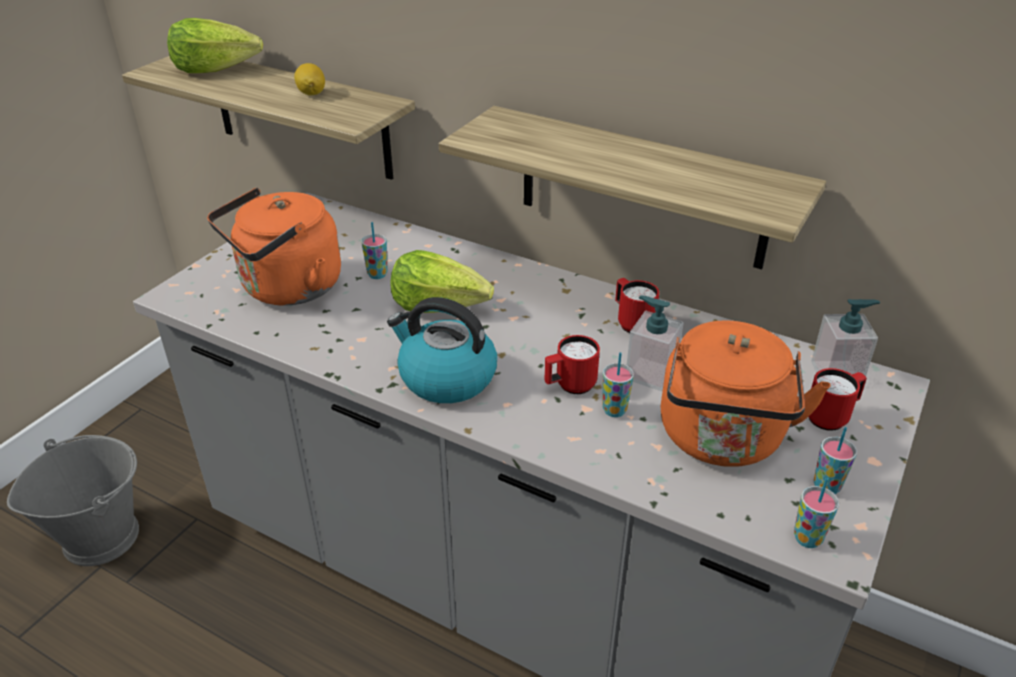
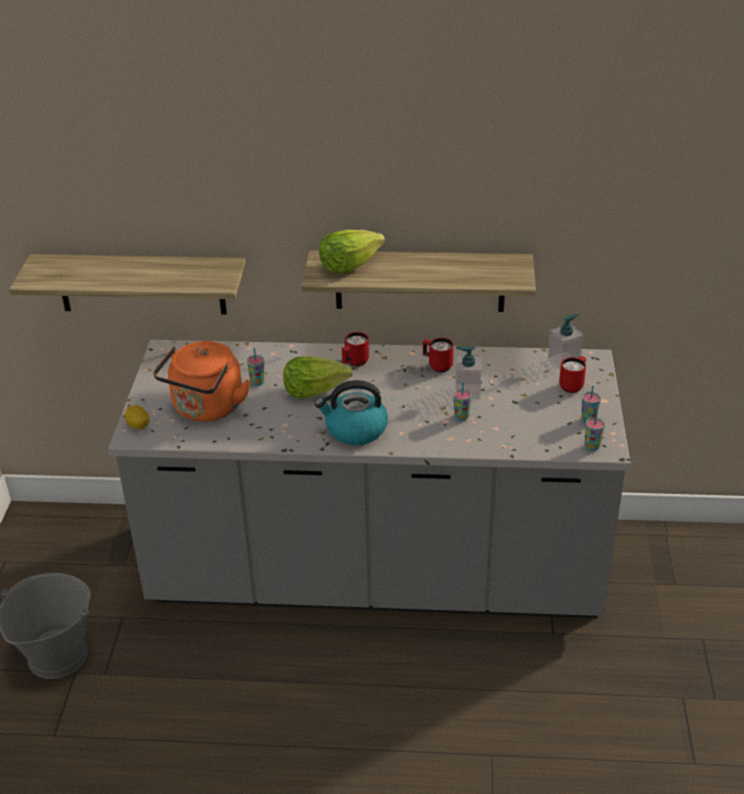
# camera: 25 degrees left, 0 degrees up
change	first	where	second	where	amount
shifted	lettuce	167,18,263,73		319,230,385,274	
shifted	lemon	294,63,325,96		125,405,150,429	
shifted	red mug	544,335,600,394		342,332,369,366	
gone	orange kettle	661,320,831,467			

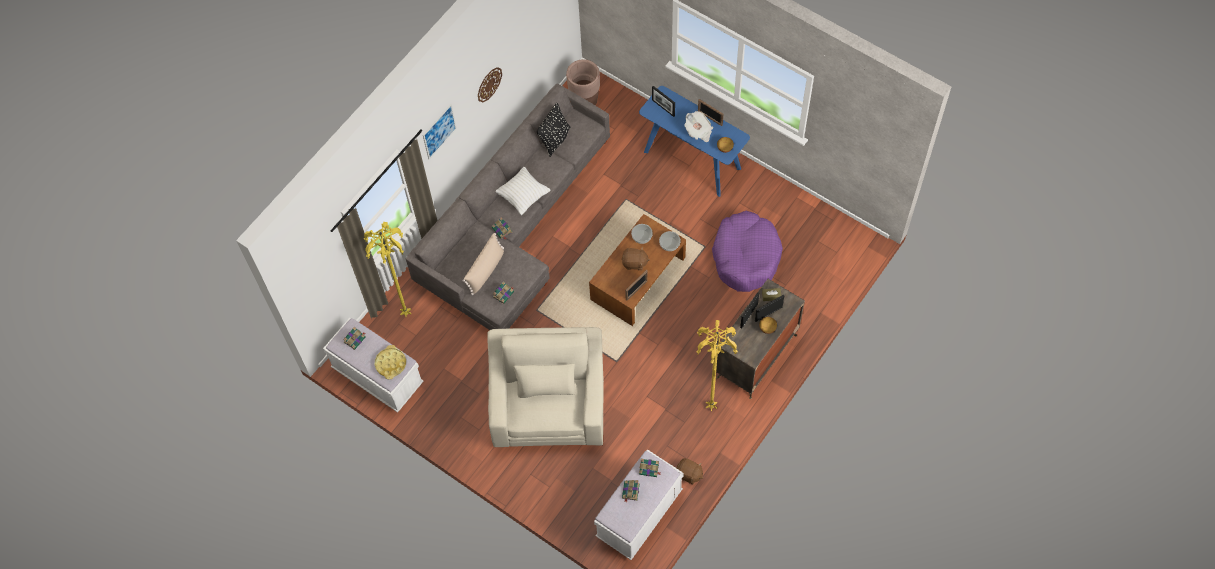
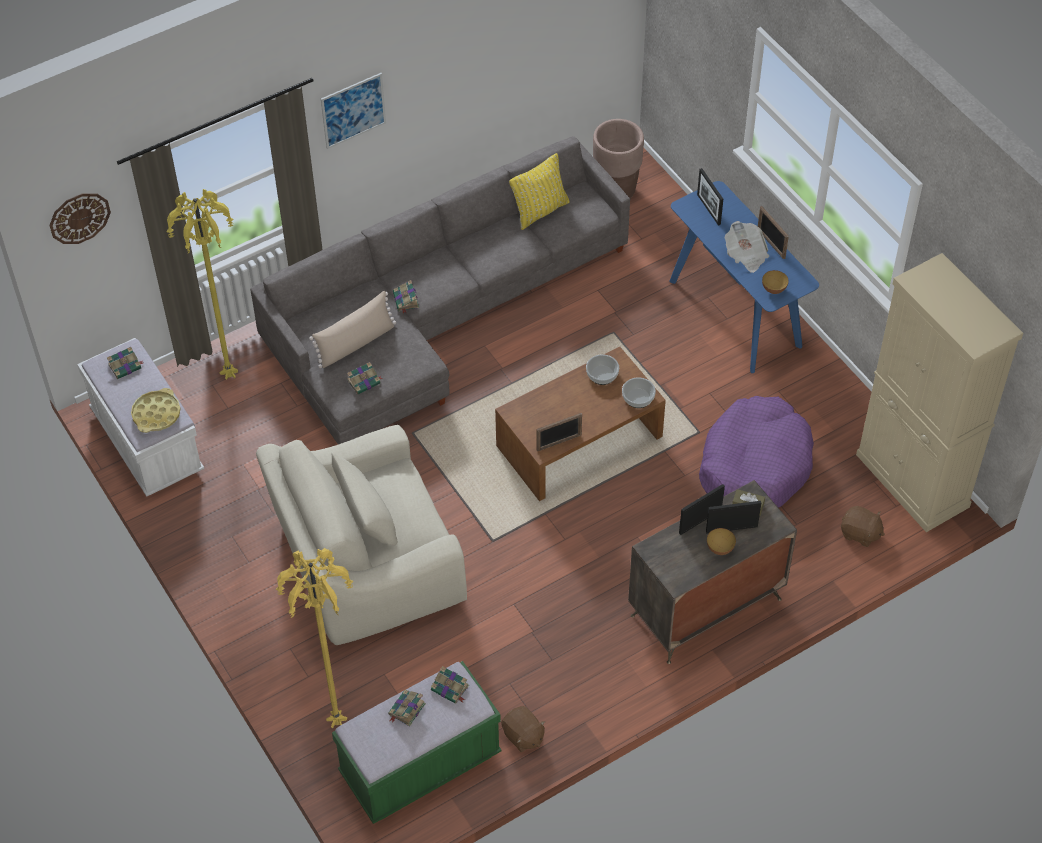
# camera: 20 degrees right, 10 degrees down
change	first	where	second	where	amount
shifted	wall clock	478,67,502,102		49,193,111,244	
rotated	beige armchair	487,327,604,447		256,425,467,645	135 degrees counterclockwise
gone	white pillow	496,167,551,215			
repainted	black pillow	537,103,570,157	yellow pillow	509,153,570,230	
repainted	white bench	594,449,684,560	green bench	332,661,502,824	
shifted	brown plush toy	621,247,650,270		841,506,885,547	
shifted	yellow floor lamp	696,320,738,411		276,548,353,728	
new			beige cabinet	856,253,1023,532	

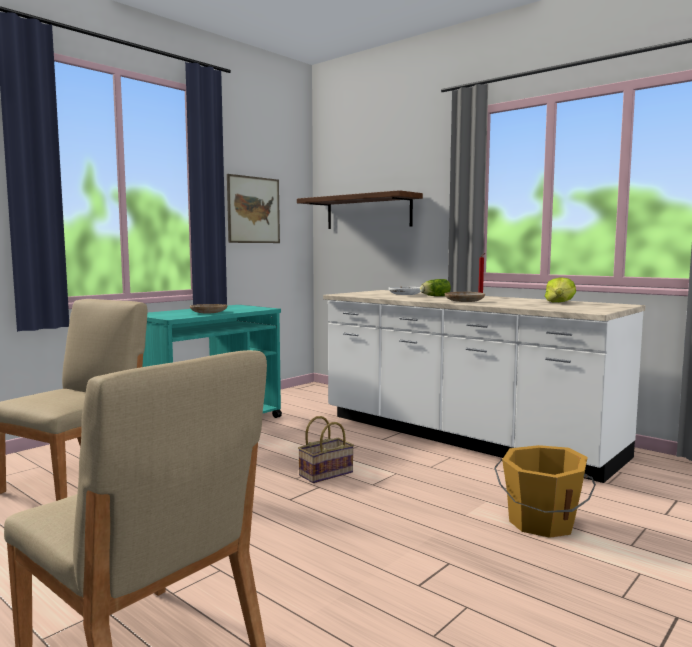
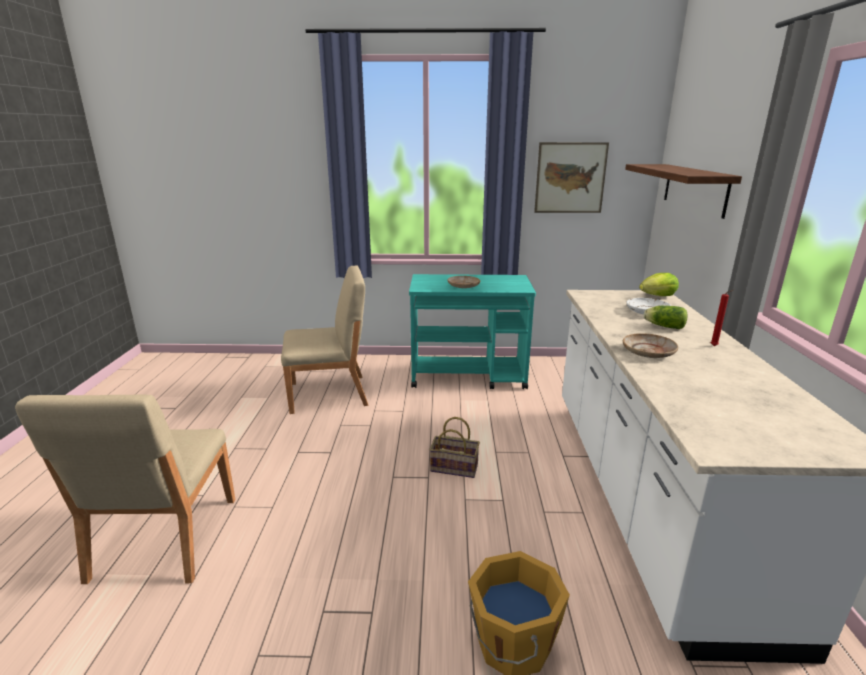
# camera: 50 degrees right, 15 degrees up
change	first	where	second	where	amount
shifted	lettuce	545,277,576,302		639,273,679,296	

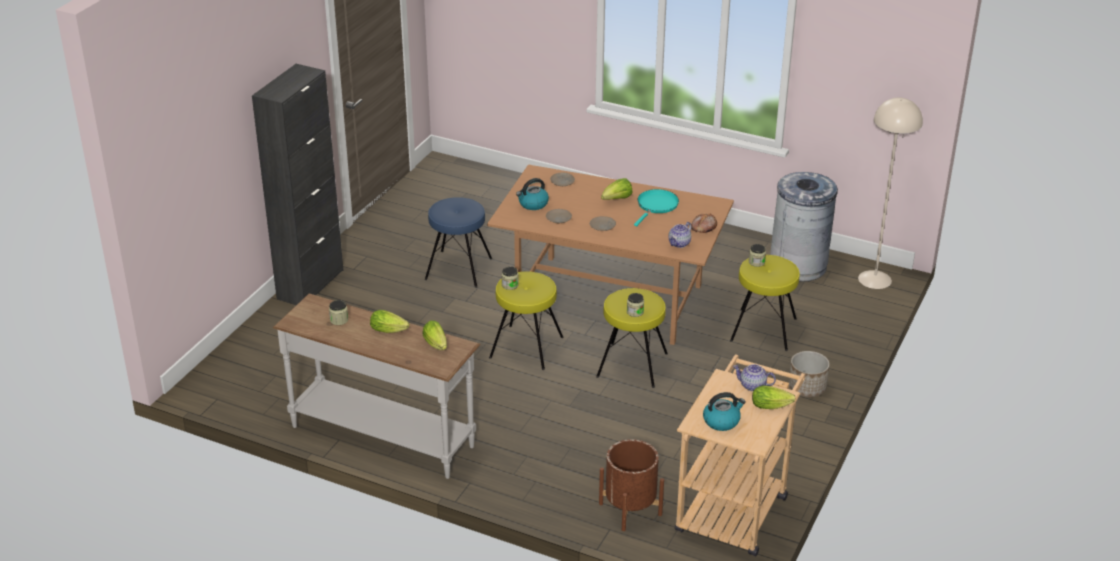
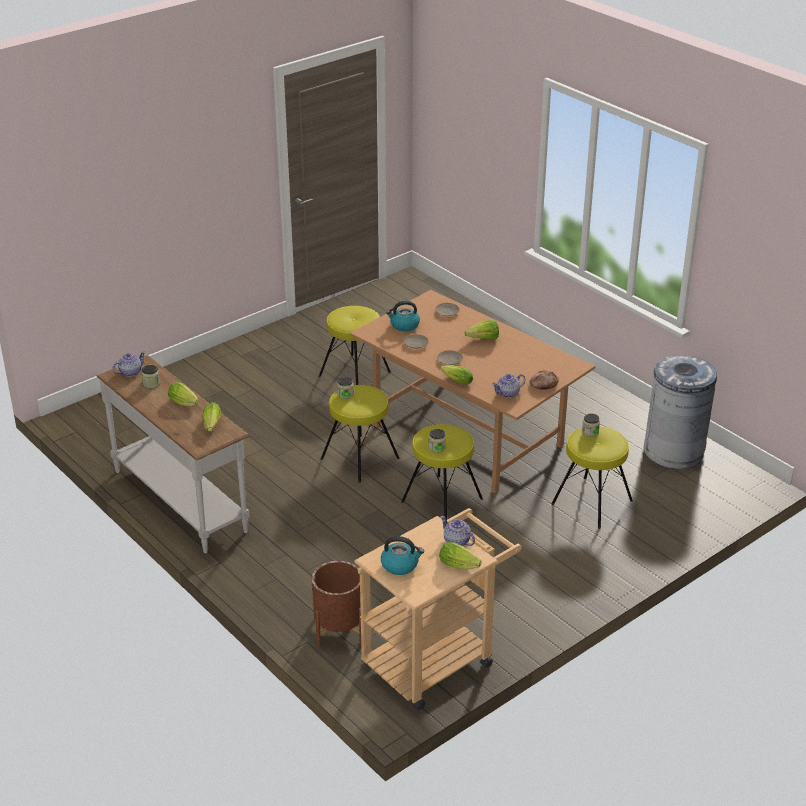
# camera: 25 degrees right, 0 degrees up
change	first	where	second	where	amount
gone	black cabinet	252,64,343,305			
repainted	blue stool	425,197,492,288	yellow stool	319,306,391,385	
gone	turquoise frying pan	634,189,679,226			
gone	planter	789,351,830,397			
gone	beige floor lamp	858,97,923,289			
new			teapot	113,351,146,377	
new			lettuce	440,366,473,385	

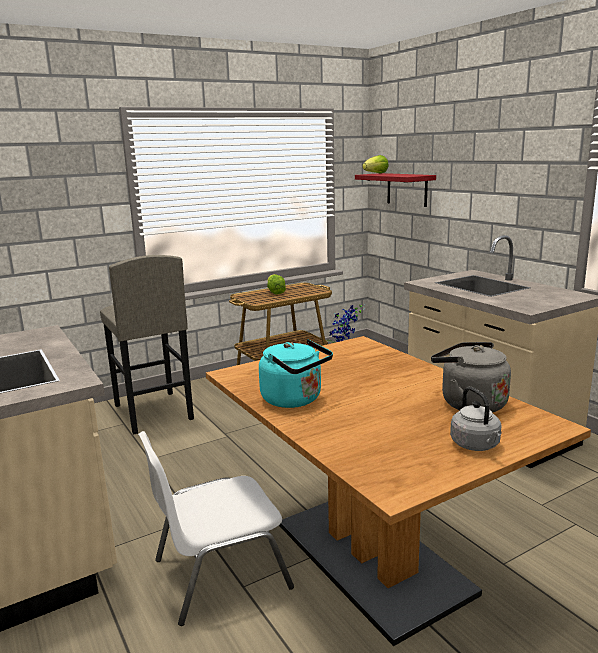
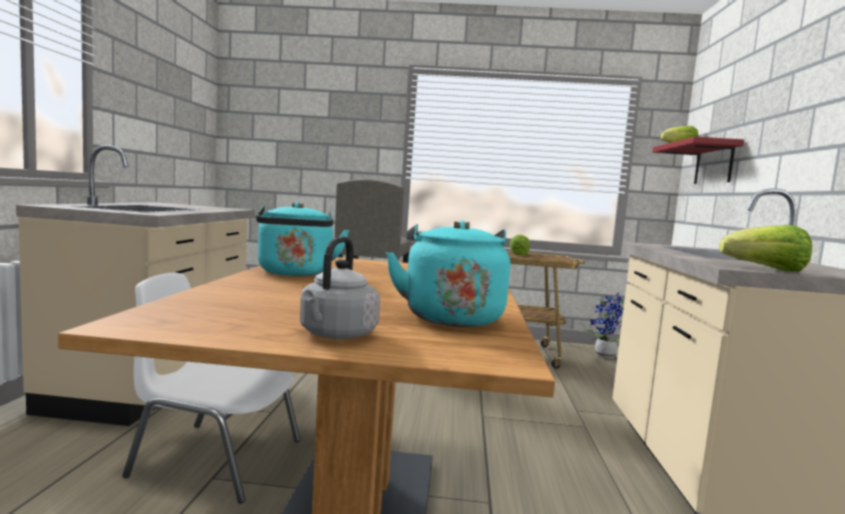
# camera: 35 degrees right, 10 degrees down
change	first	where	second	where	amount
repainted	grey kettle	431,342,511,413	turquoise kettle	386,220,510,327	
new			lettuce	720,225,812,271	

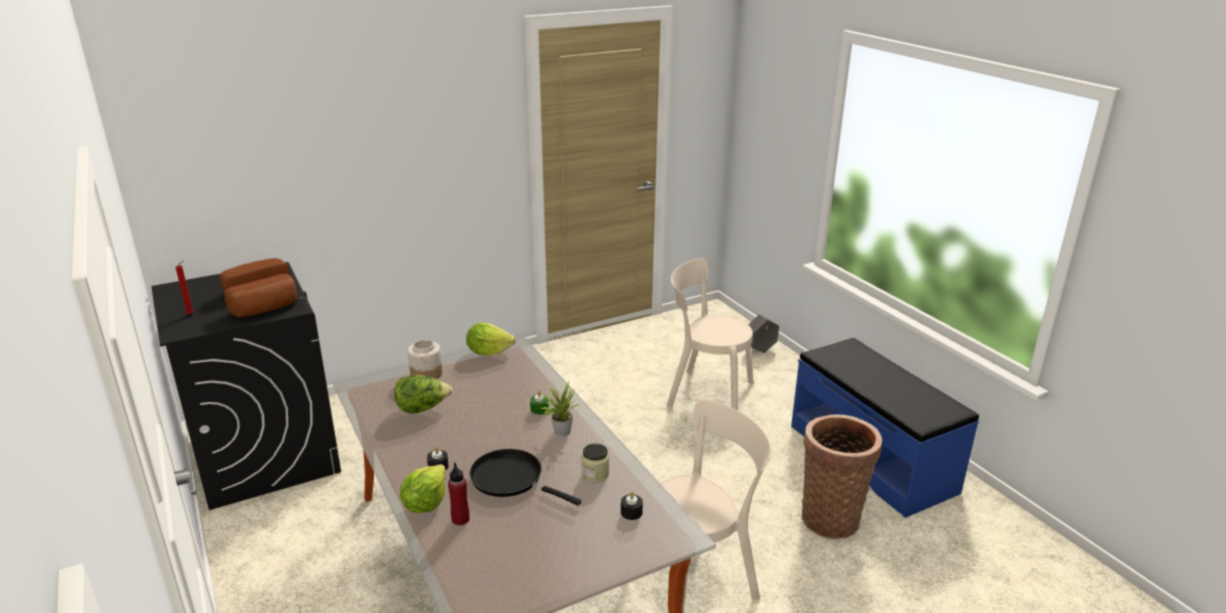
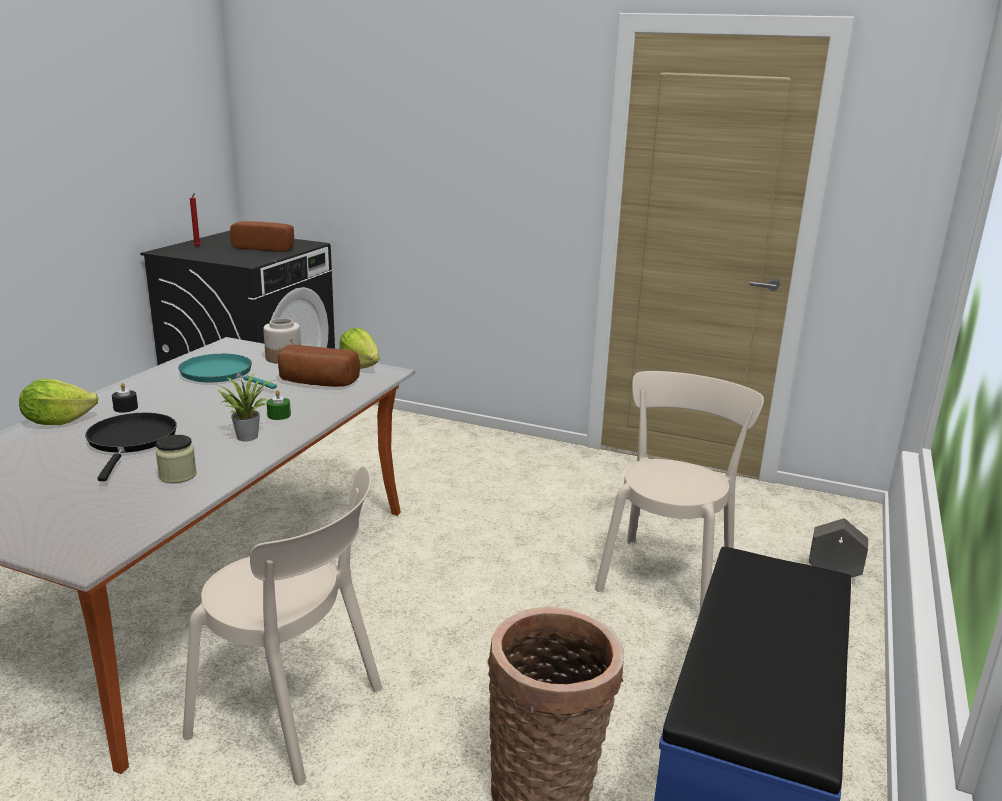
# camera: 50 degrees right, 5 degrees down
change	first	where	second	where	amount
shifted	bread	224,274,297,318		278,344,360,387	
swapped	lettuce	394,375,453,414	turquoise frying pan	179,354,277,389	
gone	red bottle	448,463,470,525			
gone	black candle	621,492,643,520			
rotated	beige chair	666,258,753,410		595,371,764,611	45 degrees clockwise

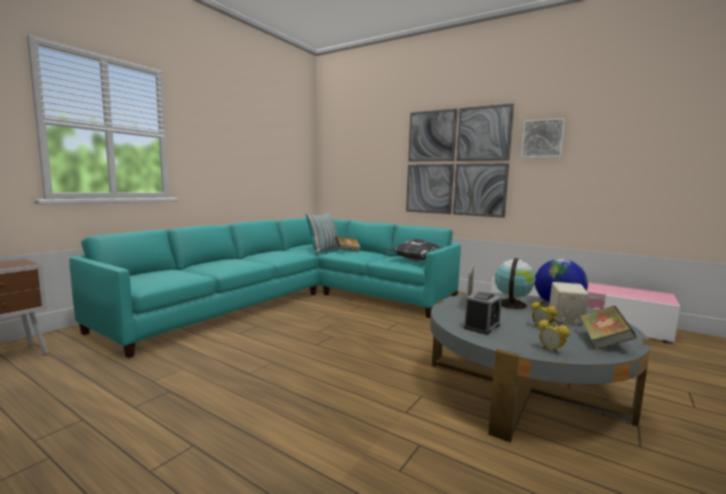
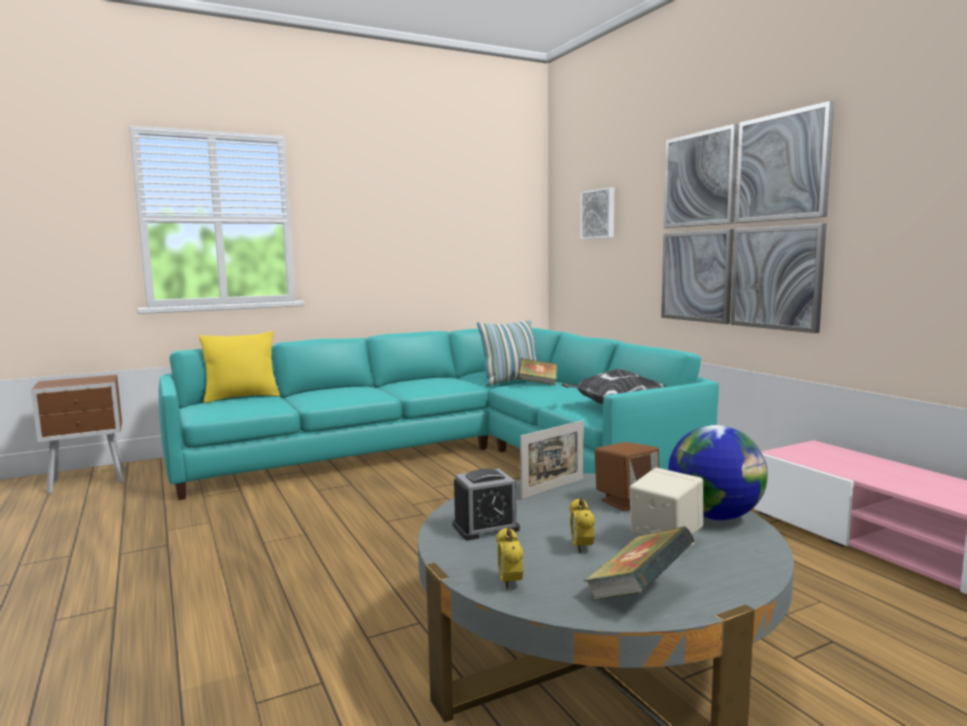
# camera: 30 degrees right, 0 degrees up
change	first	where	second	where	amount
swapped	globe	495,258,536,309	brown speaker	595,442,659,511	
shifted	picture	521,118,565,158		580,187,614,239	
new			yellow pillow	199,331,280,403	

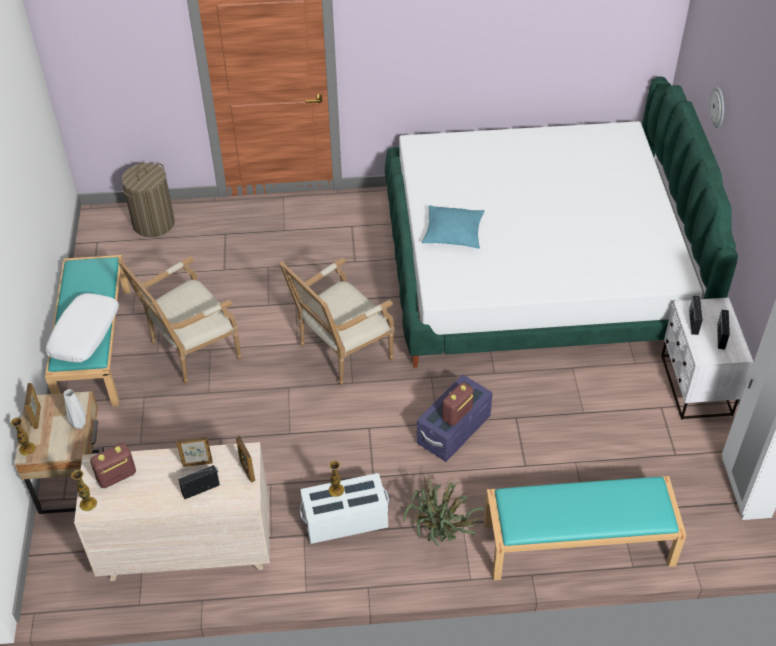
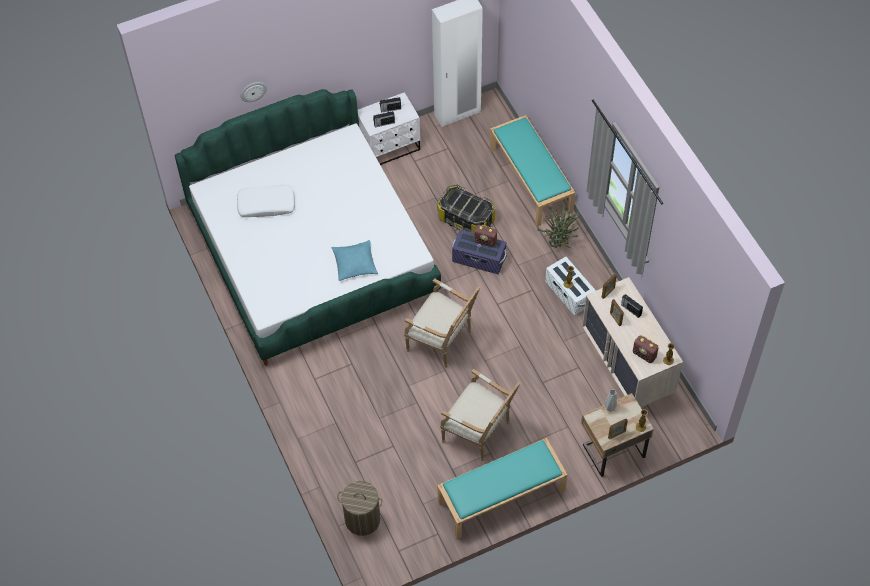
# camera: 110 degrees left, 10 degrees up
change	first	where	second	where	amount
shifted	white pillow	46,293,119,363		237,185,295,217	
new			storage box	437,184,495,233	

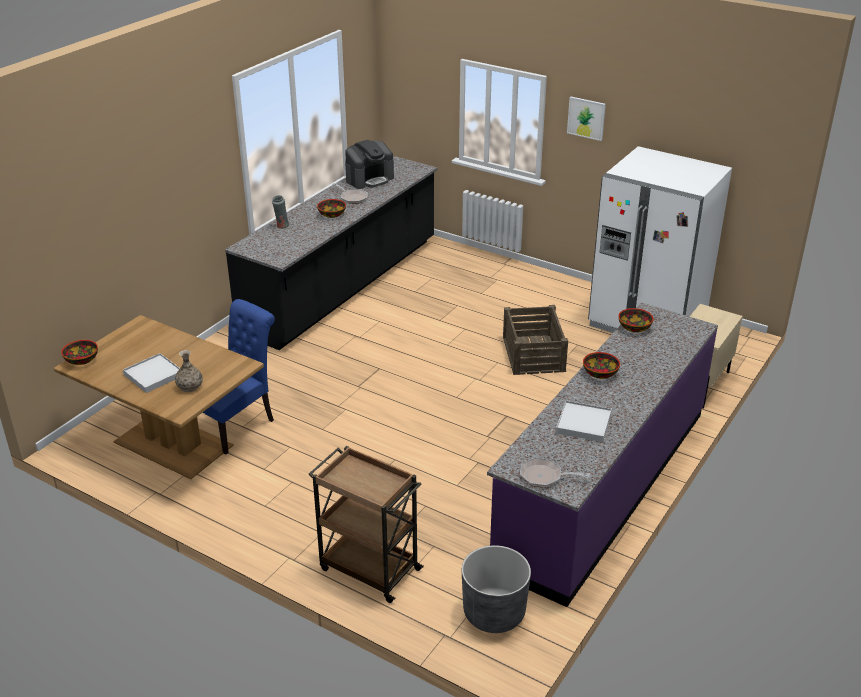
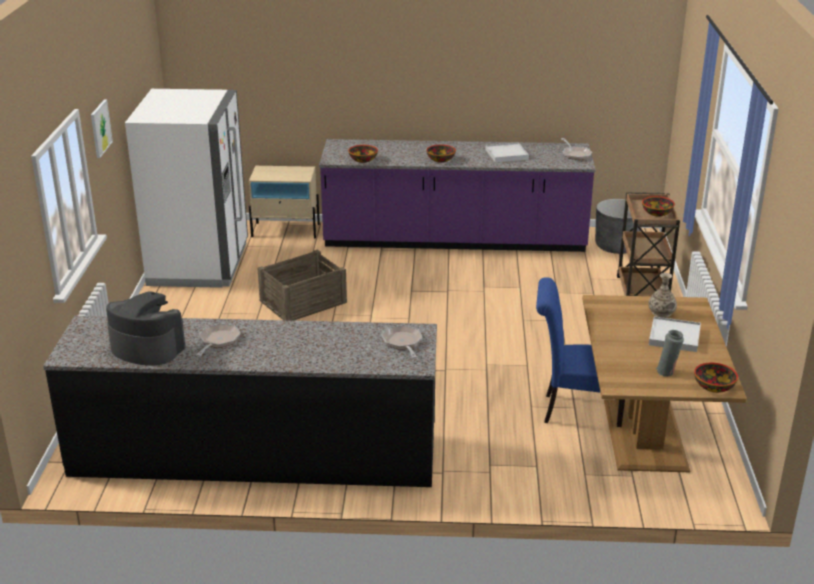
# camera: 120 degrees left, 5 degrees down
change	first	where	second	where	amount
shifted	grey vase	272,195,290,229		656,330,684,377	
shifted	bowl	317,199,346,218		642,196,675,216	
new			frying pan	381,325,423,358	

